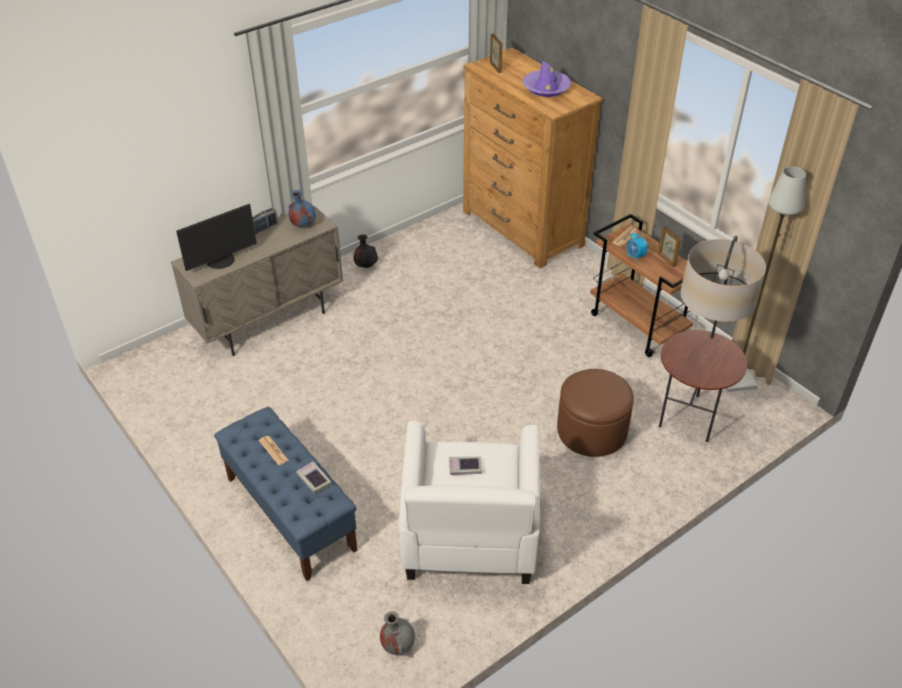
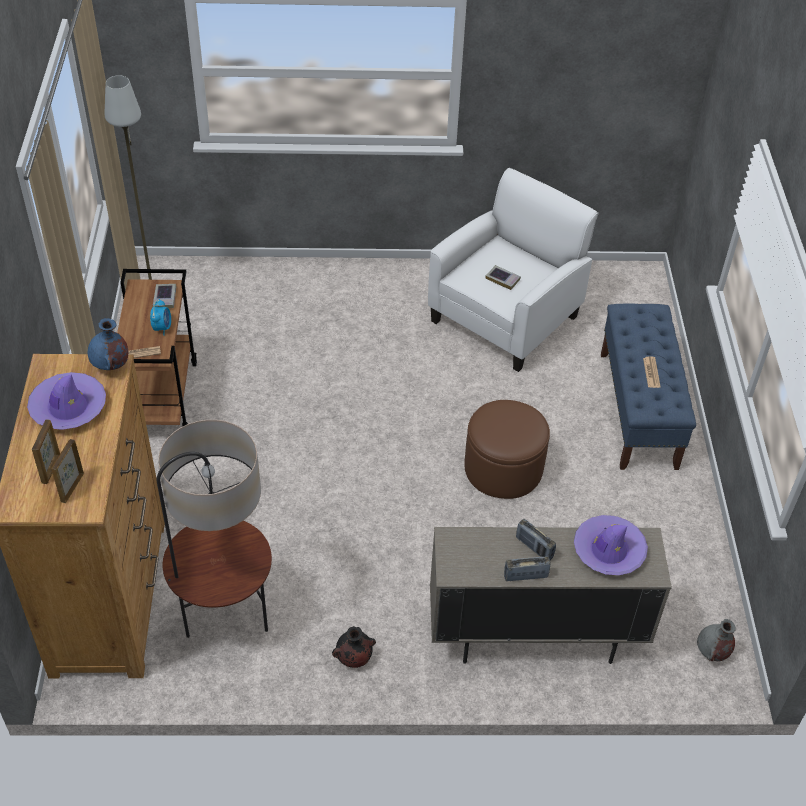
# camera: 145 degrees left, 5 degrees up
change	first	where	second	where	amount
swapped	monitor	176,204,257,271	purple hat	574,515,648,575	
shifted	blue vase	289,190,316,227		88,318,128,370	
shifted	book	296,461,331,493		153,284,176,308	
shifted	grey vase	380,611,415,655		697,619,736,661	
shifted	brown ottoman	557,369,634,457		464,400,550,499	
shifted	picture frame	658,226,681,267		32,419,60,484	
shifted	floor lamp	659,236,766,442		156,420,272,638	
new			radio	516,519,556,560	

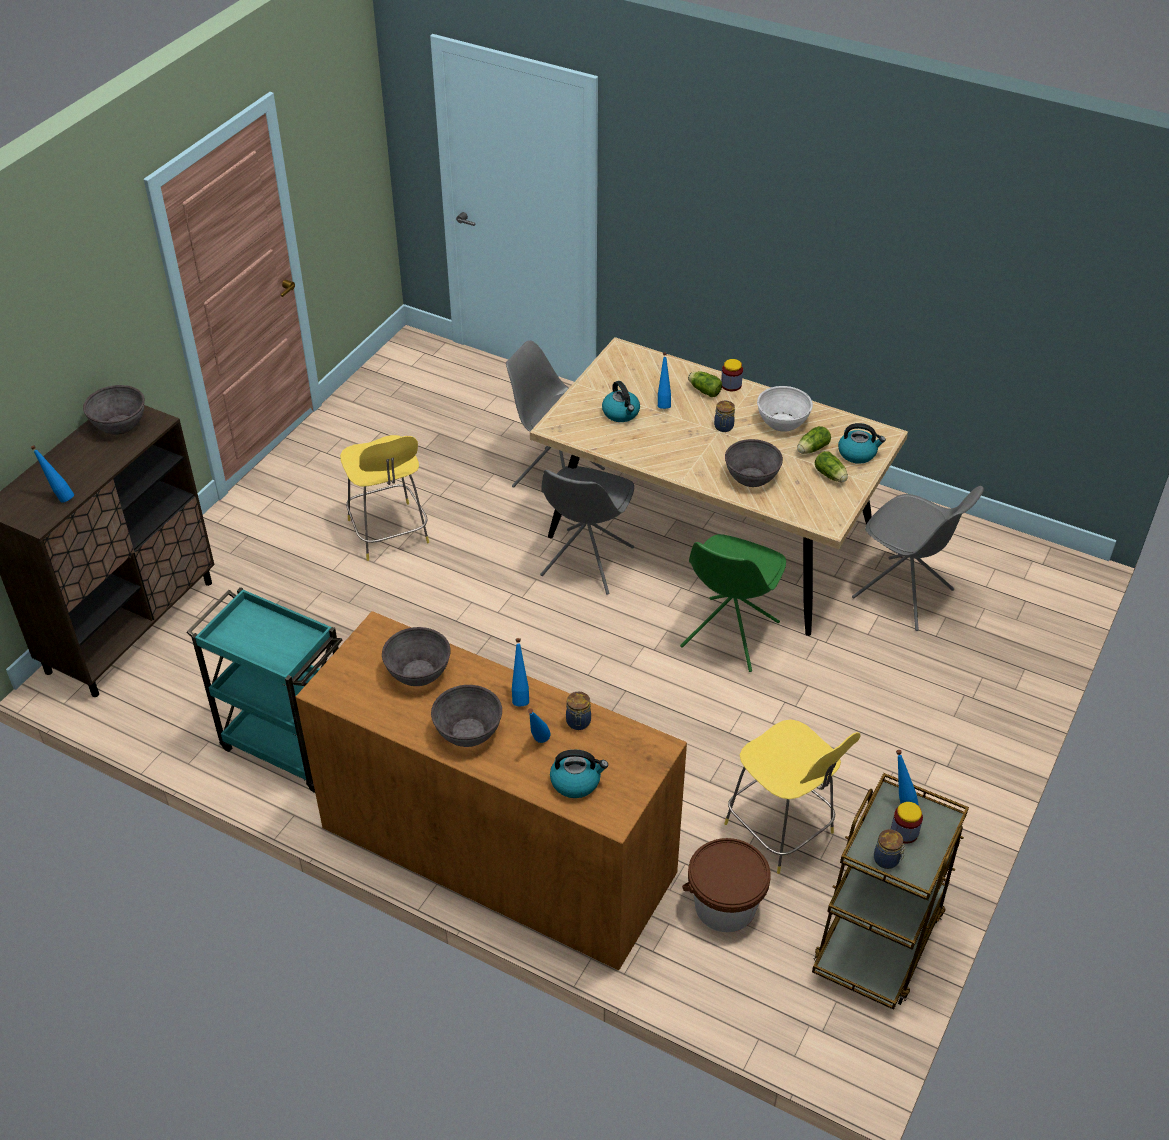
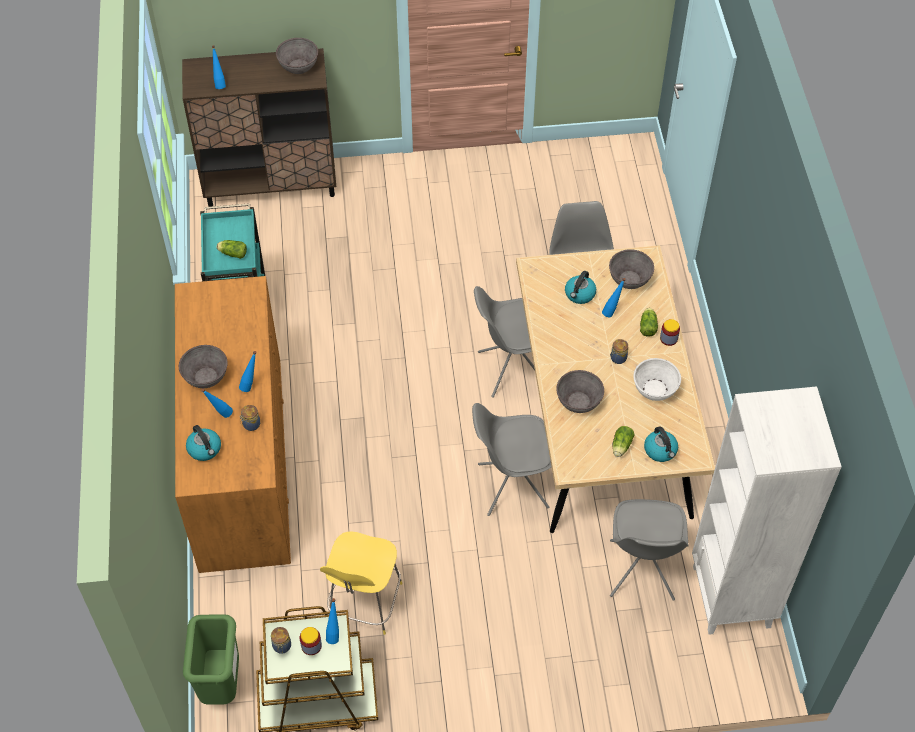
# camera: 55 degrees right, 10 degrees up
change	first	where	second	where	amount
gone	yellow stool	340,435,429,561			
shifted	grey bowl	382,627,451,686		609,249,654,289	
repainted	green chair	680,534,786,672	grey chair	472,403,552,516	
gone	brown bucket	682,838,771,932			
shifted	lettuce	797,426,831,454		217,240,247,259	
new			green trash can	183,614,239,705	
new			white bookcase	692,386,842,635	

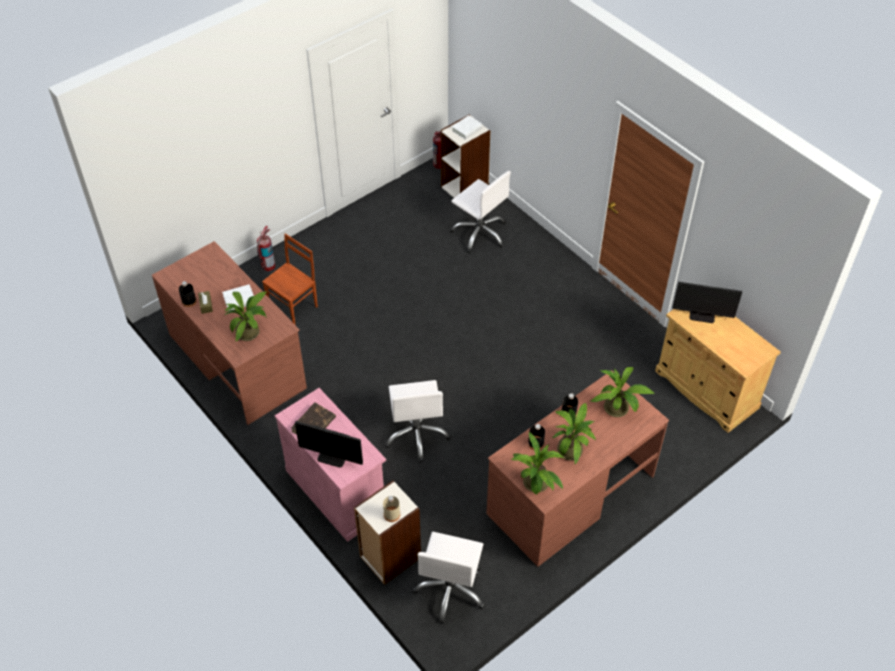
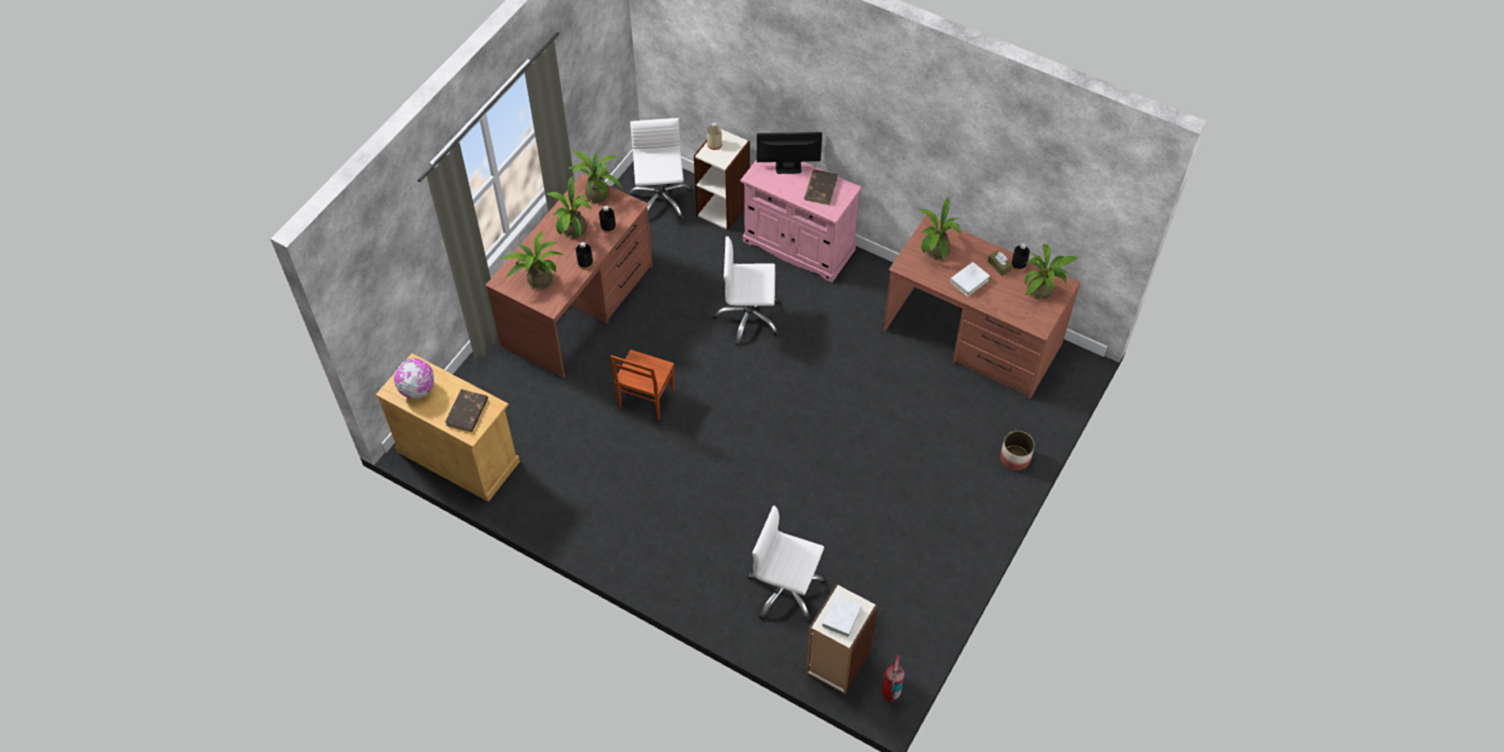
# camera: 160 degrees right, 5 degrees up
change	first	where	second	where	amount
swapped	fire extinguisher	257,226,275,271	planter	1000,431,1035,470	
shifted	brown chair	262,233,318,325		611,349,674,420	
rotated	white office chair	384,380,451,463		713,236,780,346	60 degrees counterclockwise
swapped	monitor	672,282,742,323	brown book	445,389,488,432	
new			globe	394,359,434,398	
new			potted plant	1025,244,1078,300	

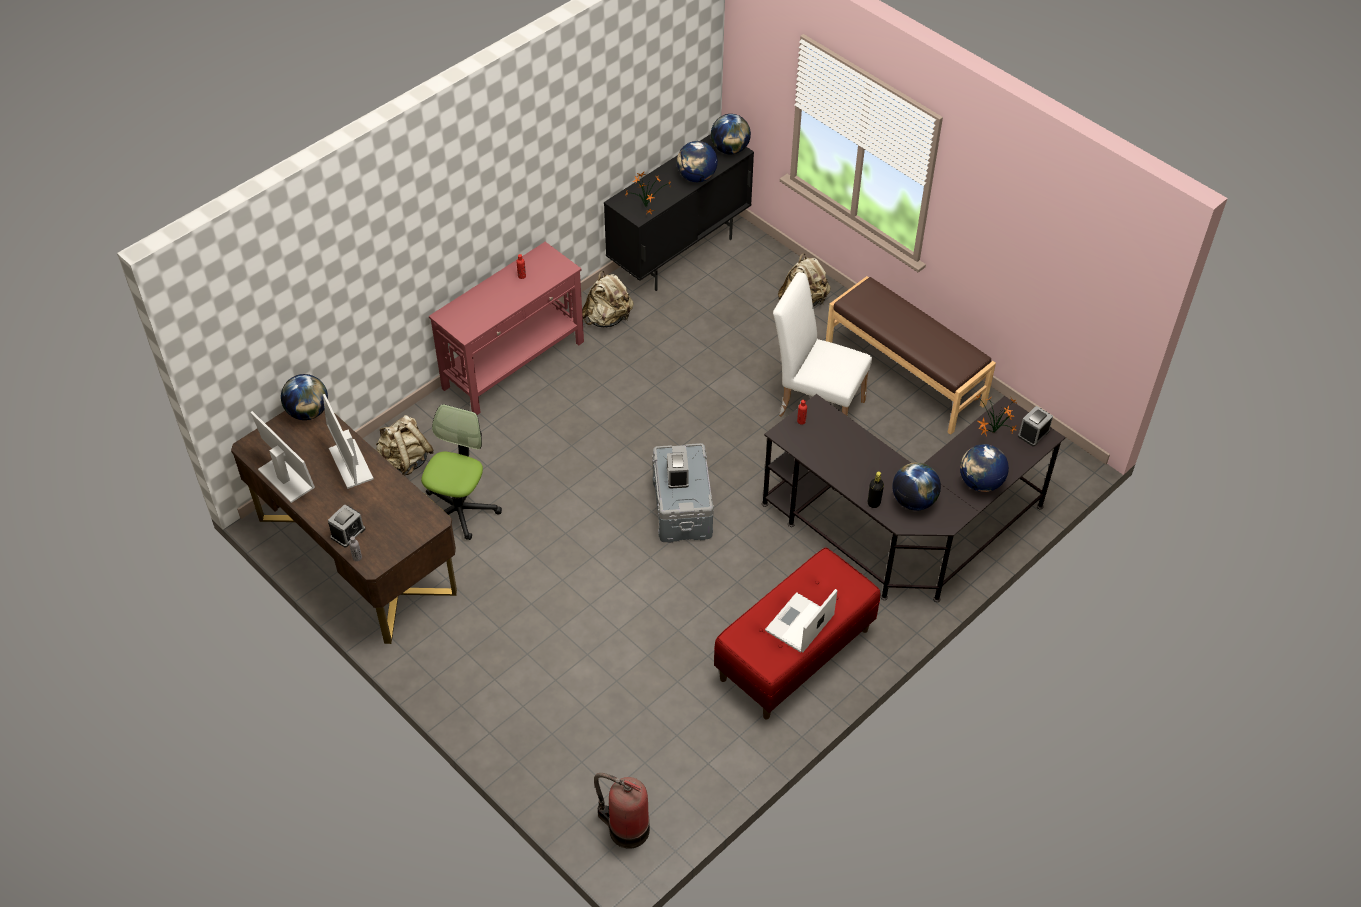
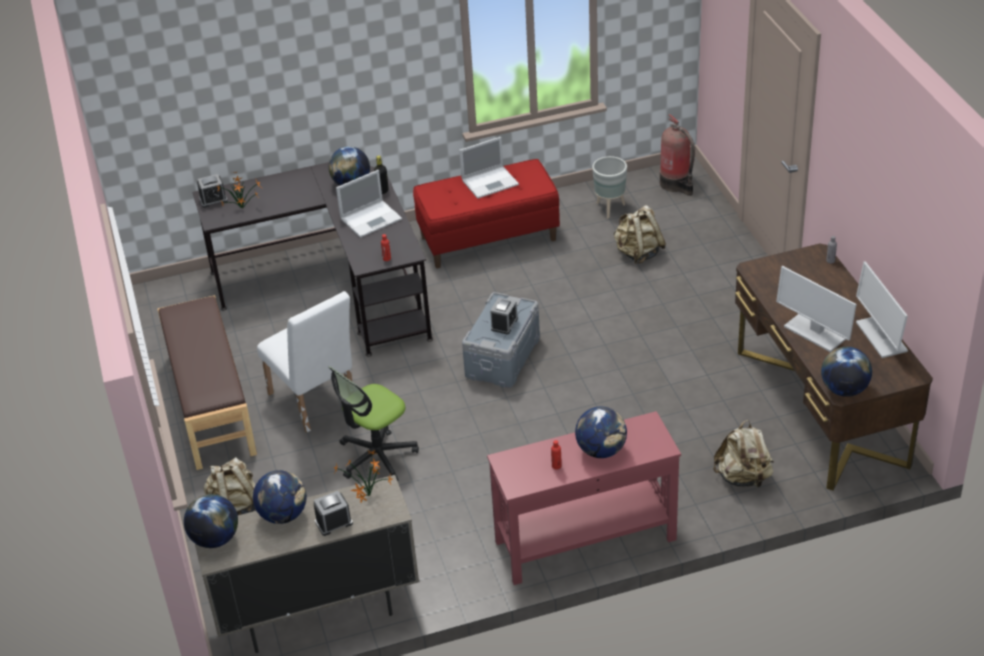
# camera: 150 degrees left, 10 degrees down
change	first	where	second	where	amount
rotated	monitor	323,394,374,489		776,266,857,352	135 degrees clockwise
shifted	alarm clock	328,504,365,548		314,491,353,536	
shifted	office chair	421,404,502,540		328,366,419,481	
shifted	beige backpack	582,270,634,327		614,205,666,264	
repainted	black cabinet	604,134,754,291	beige cabinet	195,475,420,653	
shifted	globe	960,444,1009,492		575,407,627,458	
new			laptop	336,170,402,238	
new			grey planter	592,156,627,219	

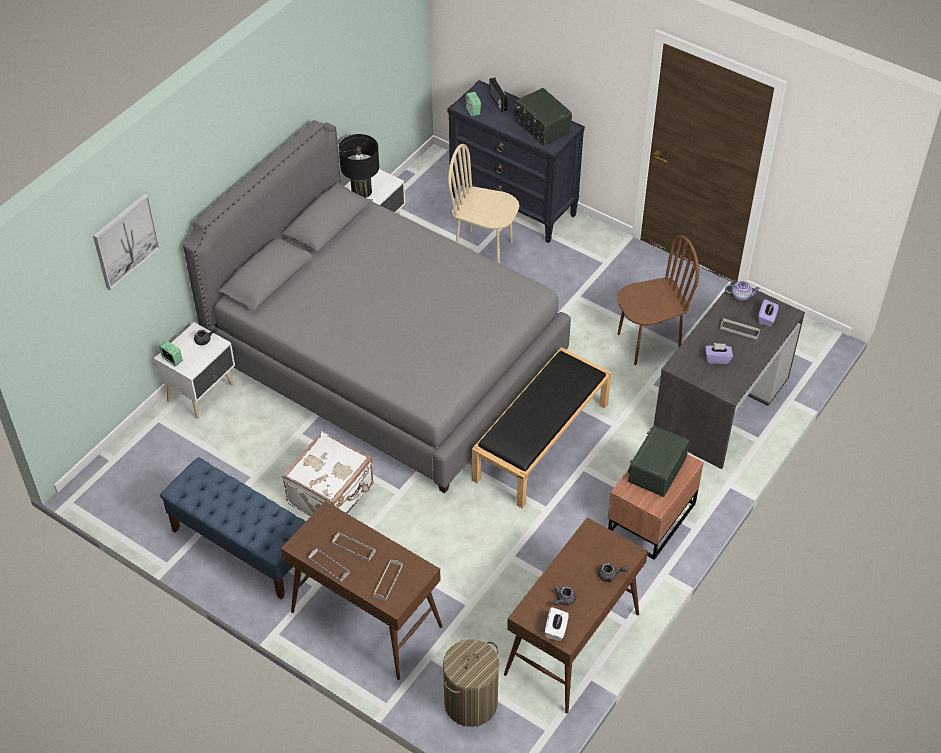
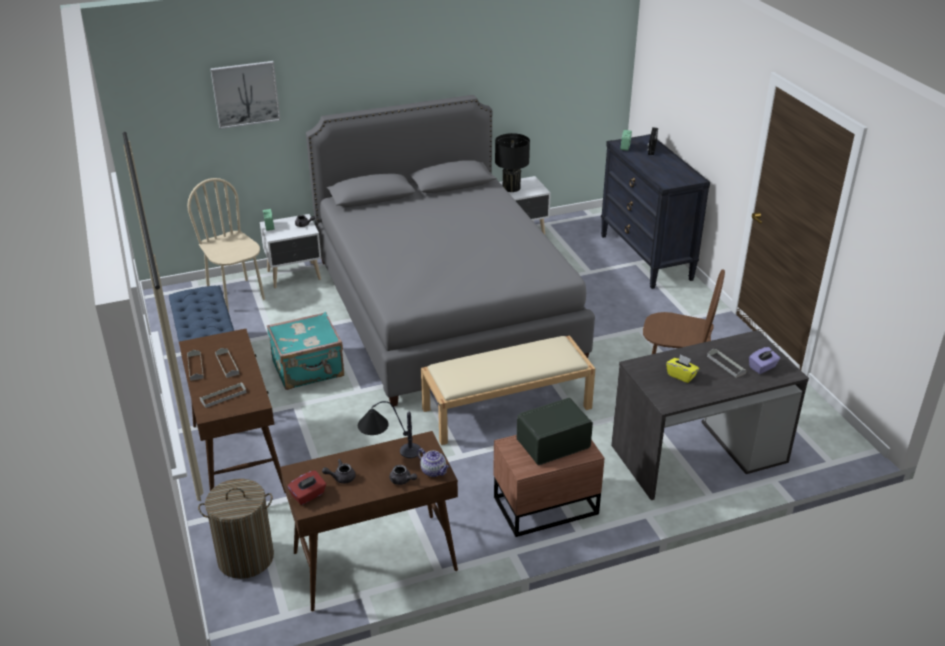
# camera: 35 degrees right, 15 degrees down
change	first	where	second	where	amount
repainted	white suitcase	282,431,373,516	turquoise suitcase	267,312,344,390	
shifted	beige chair	448,144,520,264		187,178,265,312	
repainted	black bench	472,347,611,508	beige bench	421,335,595,445	
gone	radio	514,88,572,146			
repainted	white tissue box	545,607,569,641	red tissue box	288,470,326,505	
repainted	purple tissue box	705,343,733,364	yellow tissue box	666,354,699,383	
shifted	teapot	725,281,760,302		417,448,449,477	
new			table lamp	358,401,421,458	

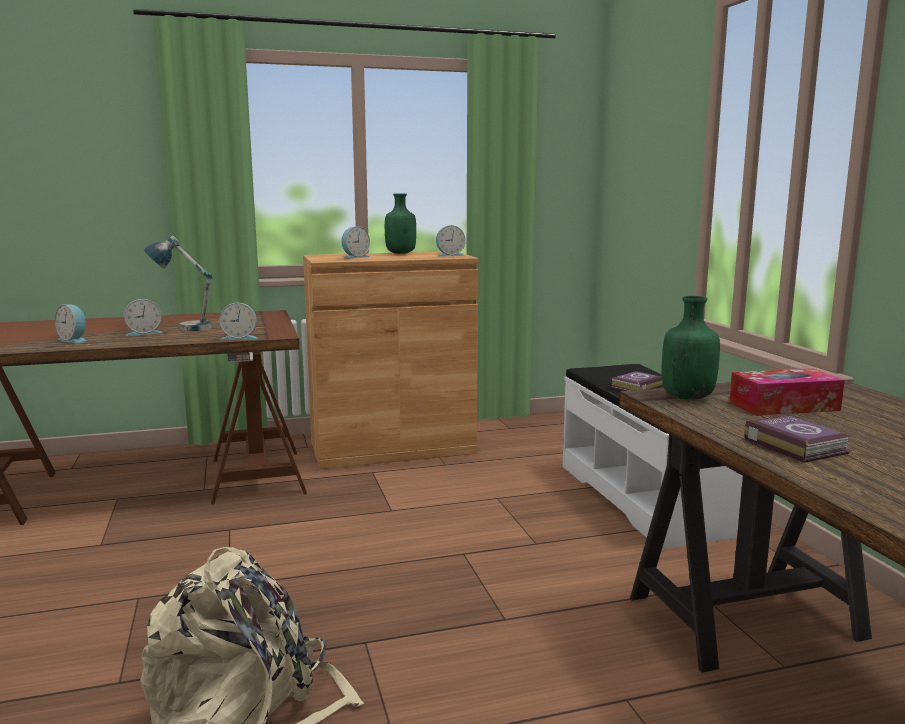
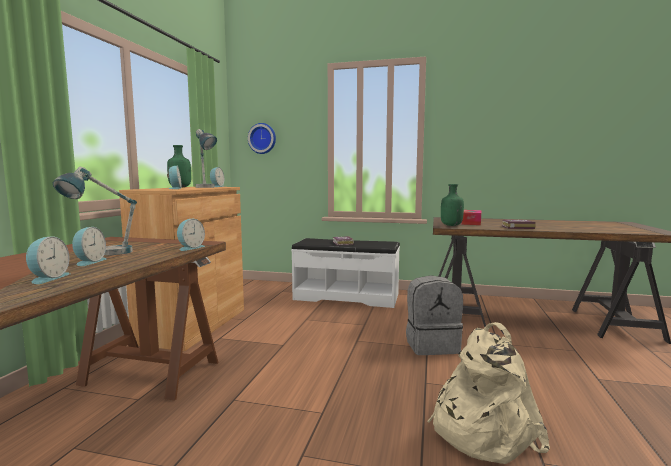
# camera: 60 degrees left, 5 degrees down
change	first	where	second	where	amount
rotated	alarm clock	55,304,86,343		26,236,70,284	60 degrees counterclockwise
new			table lamp	196,129,217,188	
new			wall clock	248,123,276,154	
new			grey backpack	406,275,463,355	

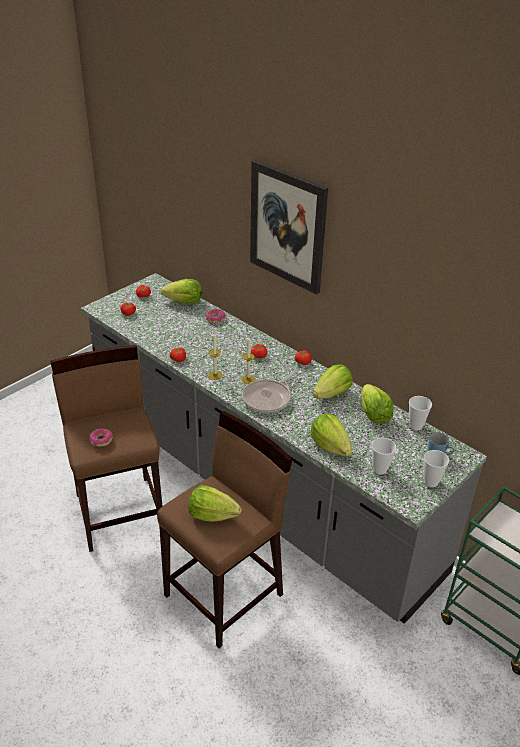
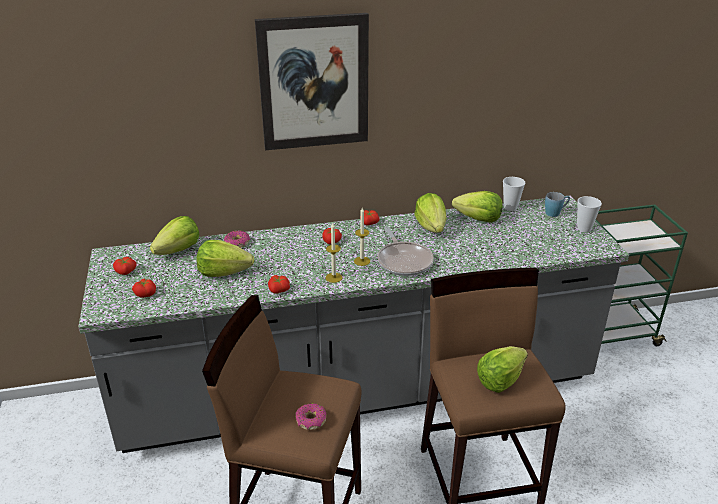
# camera: 55 degrees left, 5 degrees down
change	first	where	second	where	amount
shifted	lettuce	310,413,352,456		196,240,254,277	
gone	cup	372,438,396,474			

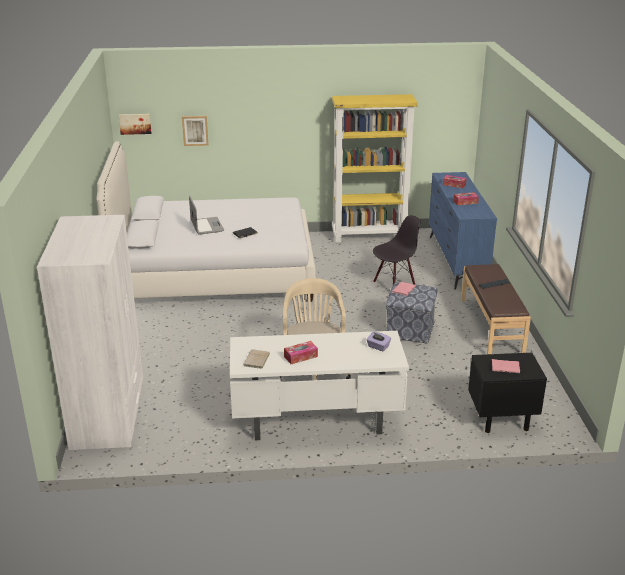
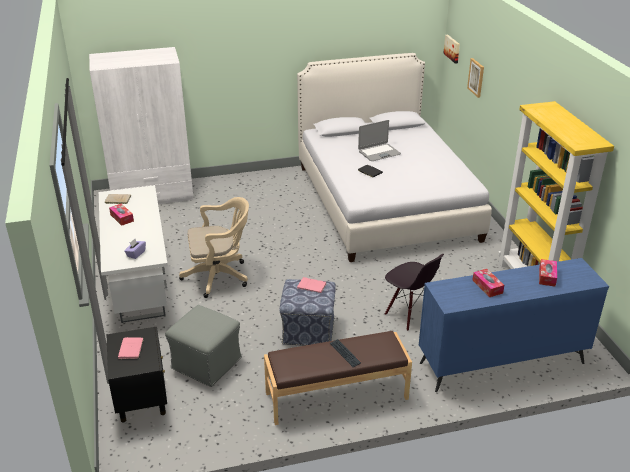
# camera: 80 degrees right, 5 degrees up
change	first	where	second	where	amount
new			grey ottoman	165,305,242,387	

